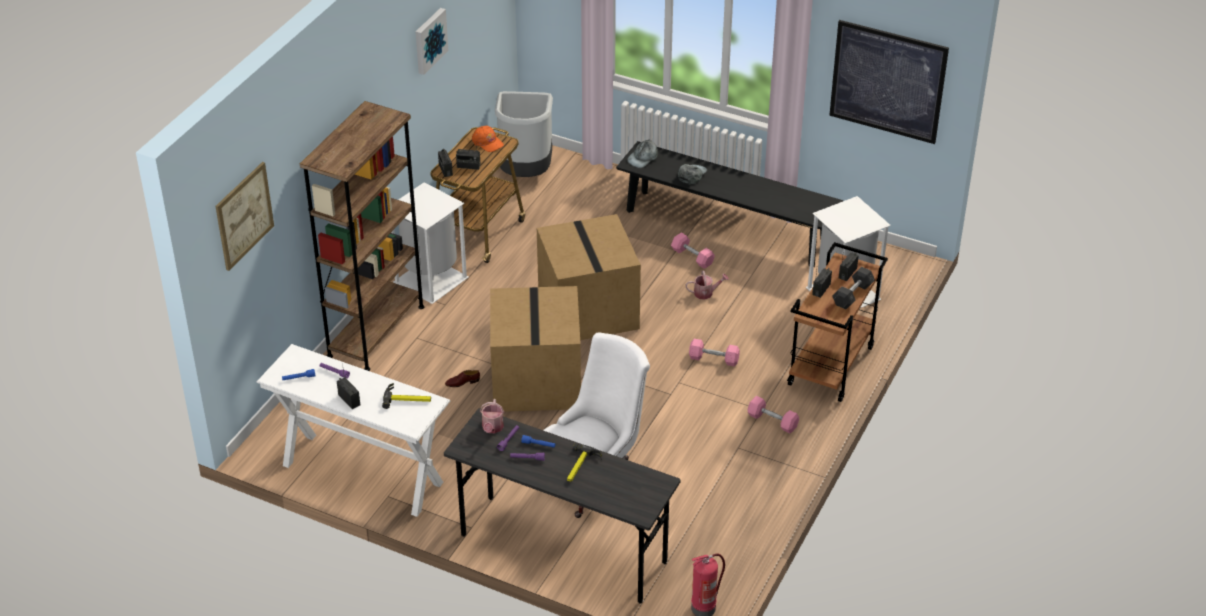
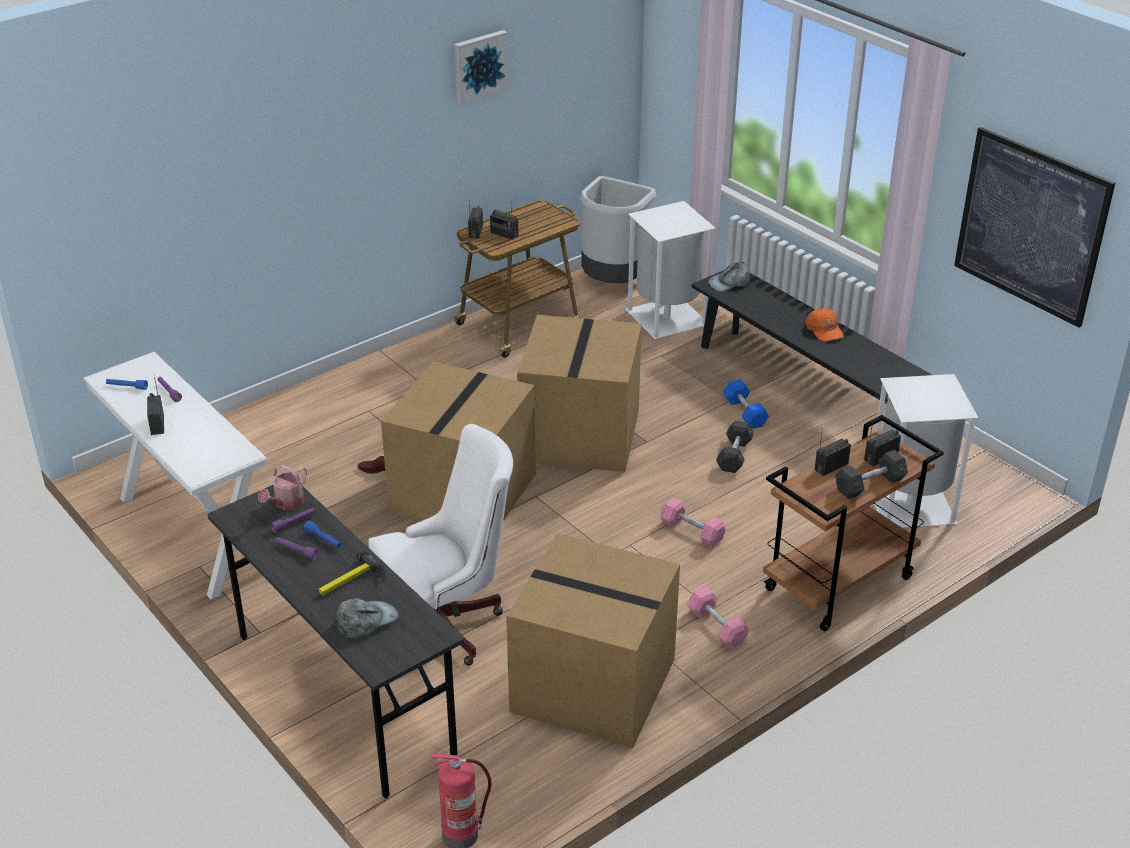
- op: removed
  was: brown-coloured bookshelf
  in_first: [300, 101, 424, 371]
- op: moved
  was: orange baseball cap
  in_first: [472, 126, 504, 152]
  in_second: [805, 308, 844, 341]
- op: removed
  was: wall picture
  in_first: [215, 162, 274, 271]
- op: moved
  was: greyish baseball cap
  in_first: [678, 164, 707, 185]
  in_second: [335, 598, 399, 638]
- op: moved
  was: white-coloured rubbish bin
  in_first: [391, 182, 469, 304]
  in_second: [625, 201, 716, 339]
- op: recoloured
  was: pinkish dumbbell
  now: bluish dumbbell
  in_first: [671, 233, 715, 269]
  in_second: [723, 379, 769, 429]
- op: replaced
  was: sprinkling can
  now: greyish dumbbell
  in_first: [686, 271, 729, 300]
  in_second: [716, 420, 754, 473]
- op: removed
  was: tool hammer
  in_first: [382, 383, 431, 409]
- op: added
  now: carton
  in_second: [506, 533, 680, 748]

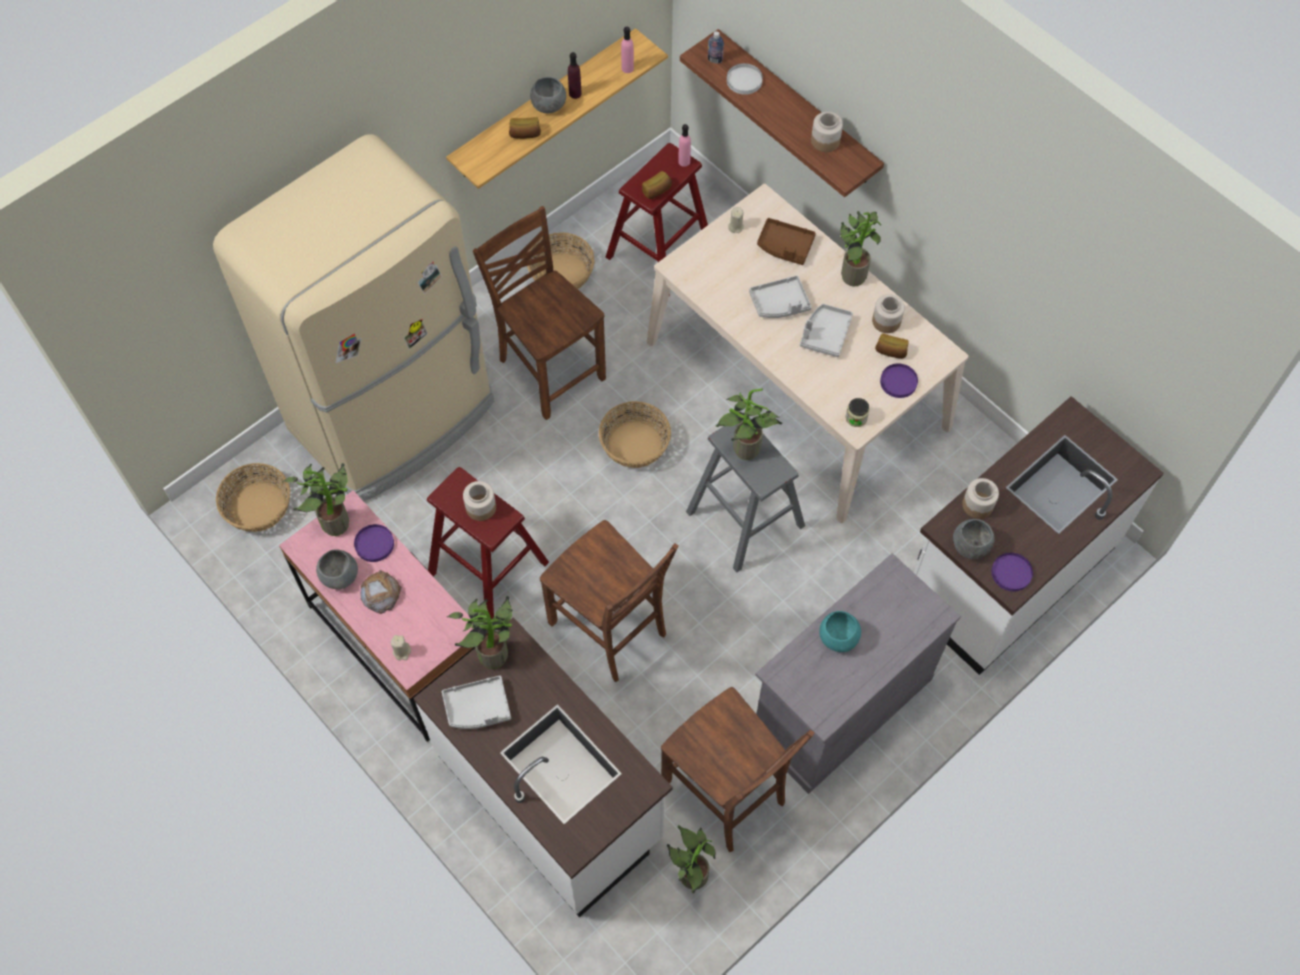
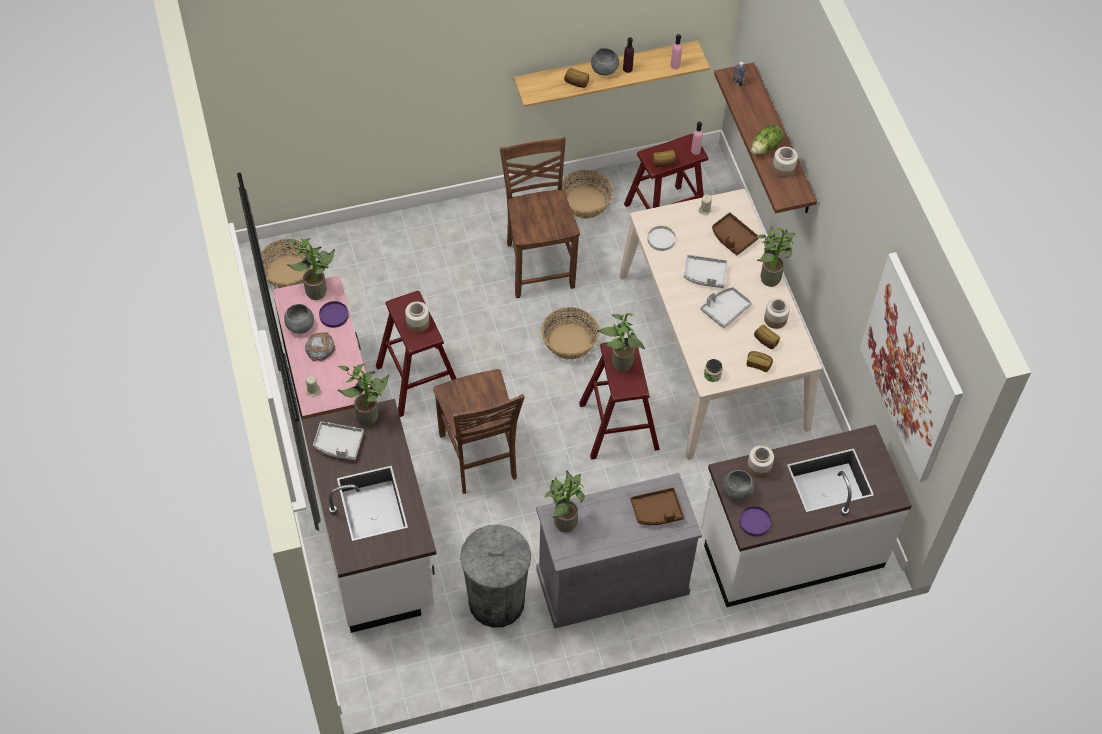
- op: moved
  was: white-coloured flat dish
  in_first: [727, 63, 763, 95]
  in_second: [647, 226, 676, 251]
- op: removed
  was: sand-coloured refrigerator
  in_first: [213, 134, 494, 501]
- op: replaced
  was: purple-coloured flat dish
  now: bread
  in_first: [880, 364, 918, 398]
  in_second: [747, 351, 773, 372]
- op: recoloured
  was: greyish stool seat
  now: red-coloured stool seat
  in_first: [686, 418, 805, 573]
  in_second: [579, 342, 660, 460]
- op: removed
  was: blue-green deep dish
  in_first: [820, 611, 861, 652]
- op: replaced
  was: brown-coloured plain chair
  now: greyish rubbish bin
  in_first: [661, 687, 815, 852]
  in_second: [460, 524, 531, 628]
- op: moved
  was: houseplant
  in_first: [666, 825, 716, 893]
  in_second: [545, 470, 585, 533]
- op: added
  now: head of lettuce
  in_second: [751, 124, 784, 155]
- op: added
  now: wall picture
  in_second: [860, 252, 963, 482]
- op: added
  now: brown-coloured carrying tray
  in_second: [630, 488, 684, 525]

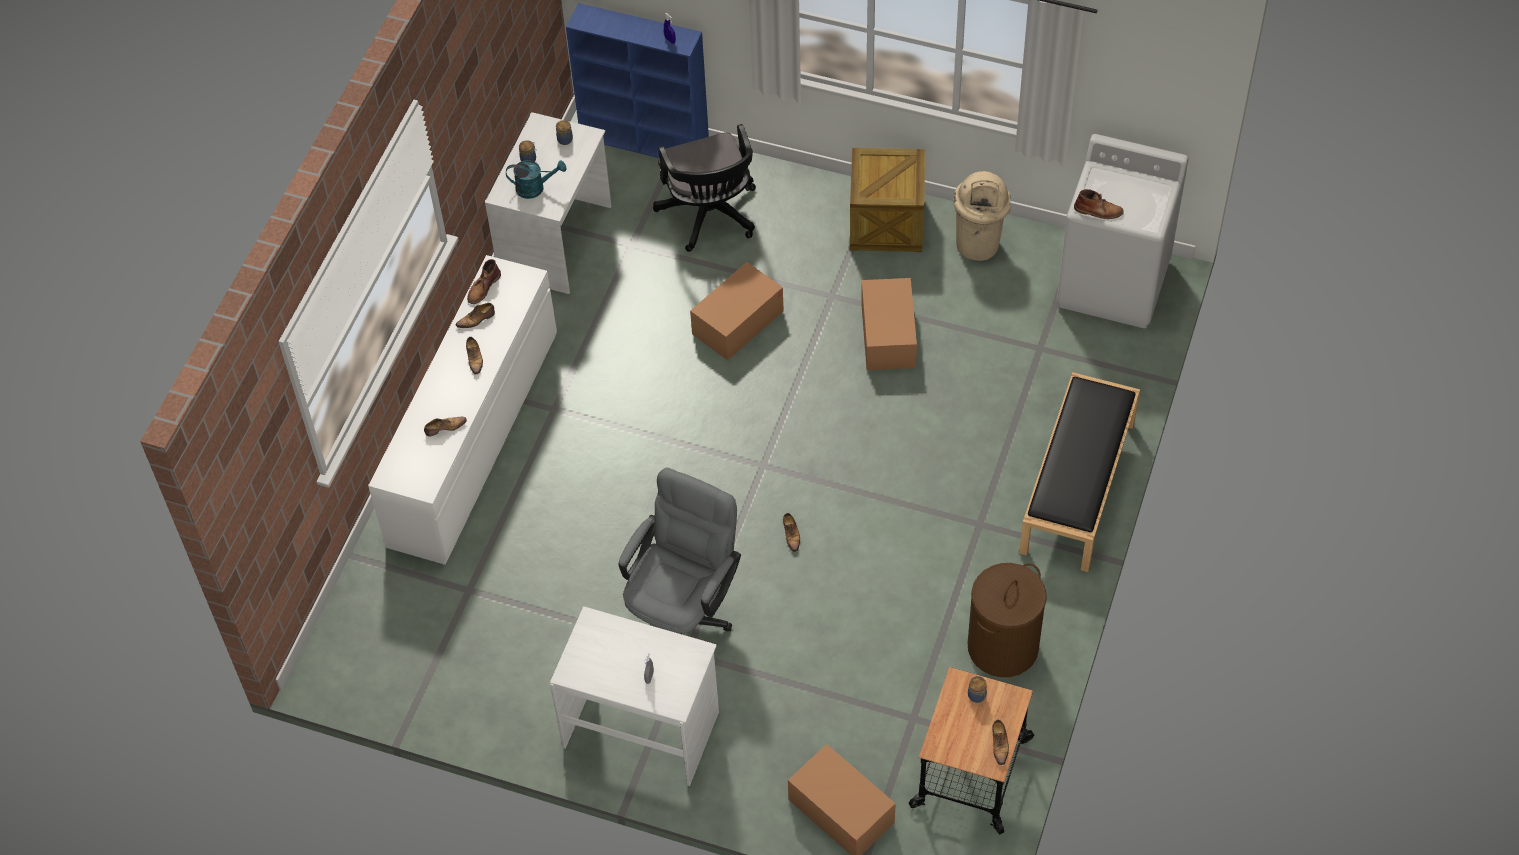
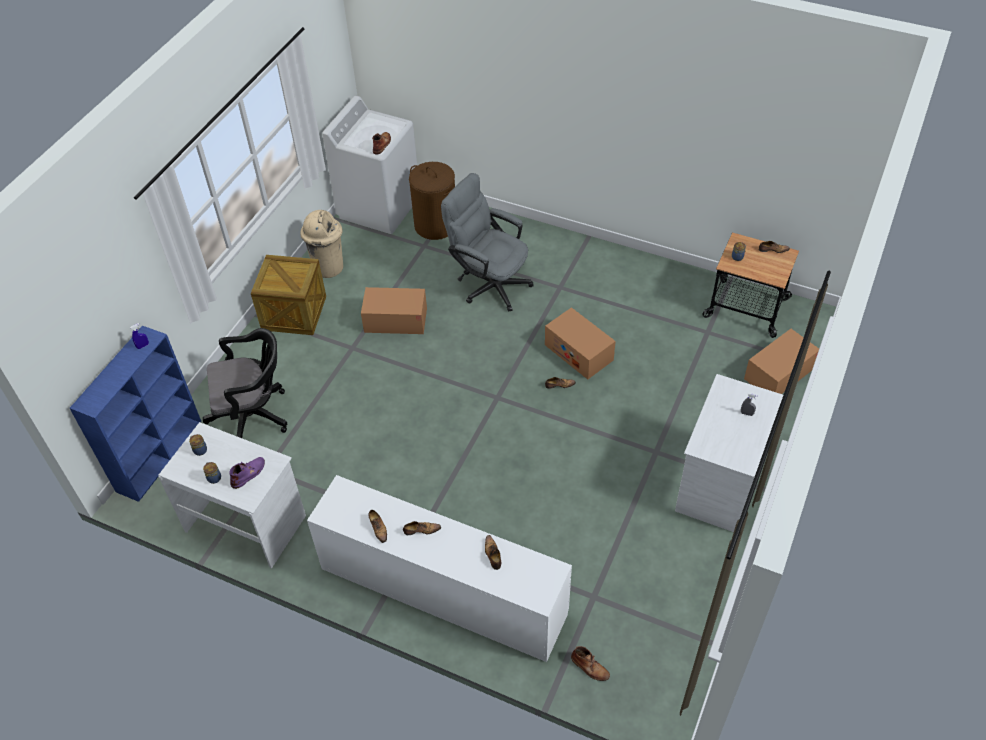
- op: replaced
  was: blue-green sprinkling can
  now: purple-coloured boot
  in_first: [506, 160, 566, 199]
  in_second: [229, 457, 265, 489]
- op: moved
  was: brown-coloured boot
  in_first: [467, 259, 501, 304]
  in_second: [571, 646, 610, 681]
- op: moved
  was: carton
  in_first: [690, 262, 784, 361]
  in_second: [545, 307, 616, 379]
- op: removed
  was: black long seat
  in_first: [1019, 372, 1140, 572]
- op: moved
  was: greyish office chair
  in_first: [618, 468, 741, 634]
  in_second: [441, 173, 534, 311]
- op: moved
  was: brown-coloured laundry basket
  in_first: [968, 563, 1047, 677]
  in_second: [409, 162, 455, 240]

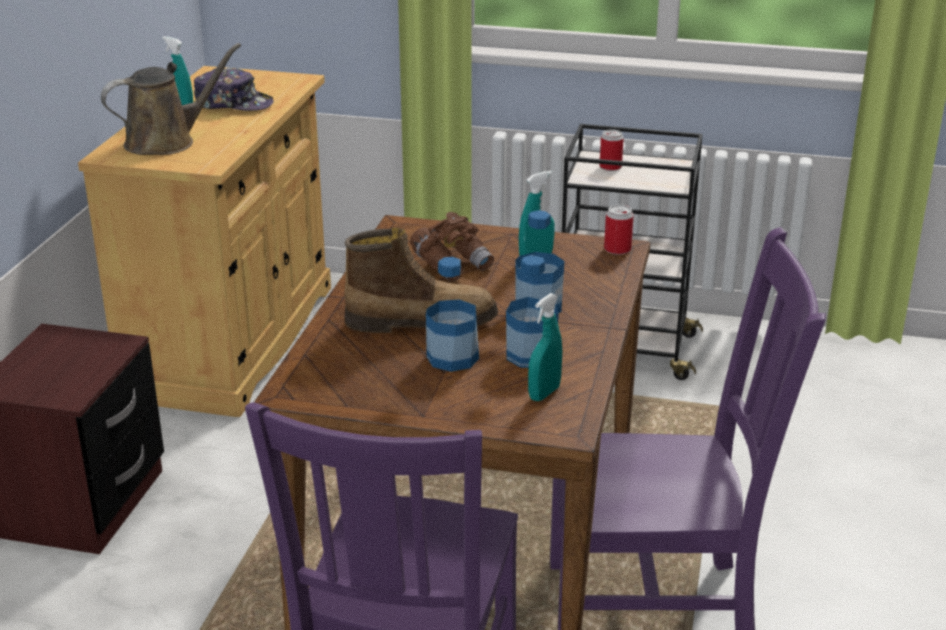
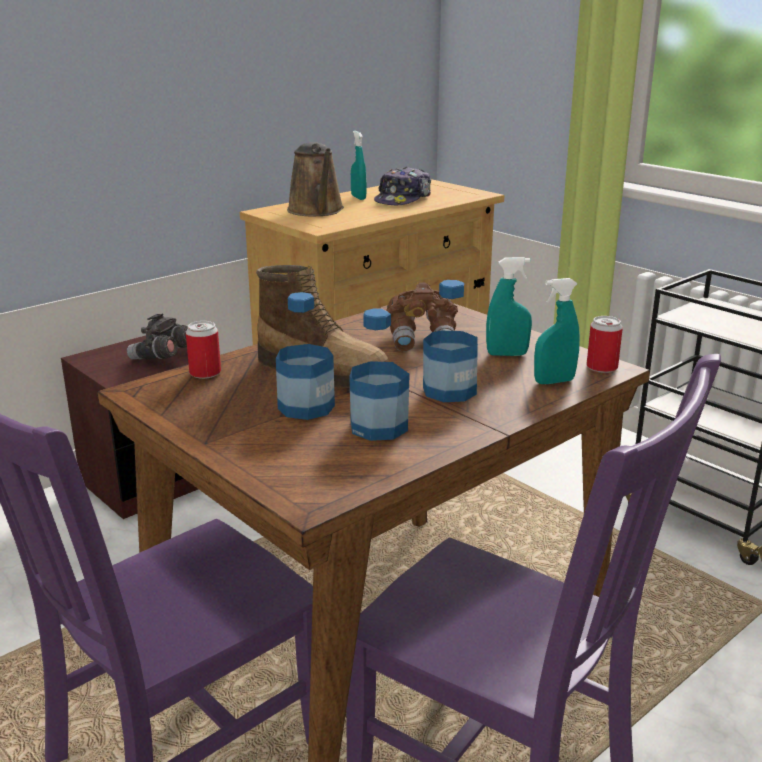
- op: turned
  was: brown-coloured sprinkling can
  in_first: [101, 43, 241, 155]
  in_second: [287, 142, 344, 216]
  clockwise: 75
- op: turned
  was: baseball cap
  in_first: [194, 68, 274, 111]
  in_second: [374, 167, 431, 205]
  clockwise: 75
- op: moved
  was: metal can
  in_first: [599, 129, 624, 171]
  in_second: [186, 321, 221, 379]
- op: moved
  was: blue-green sprayer
  in_first: [528, 293, 562, 401]
  in_second: [534, 278, 580, 384]
- op: added
  now: greyish binoculars
  in_second: [127, 314, 187, 360]

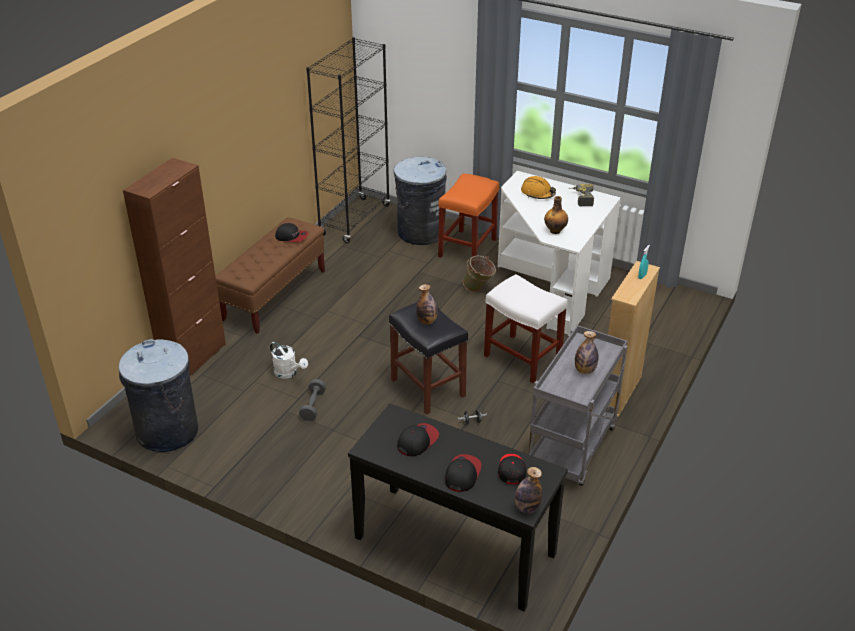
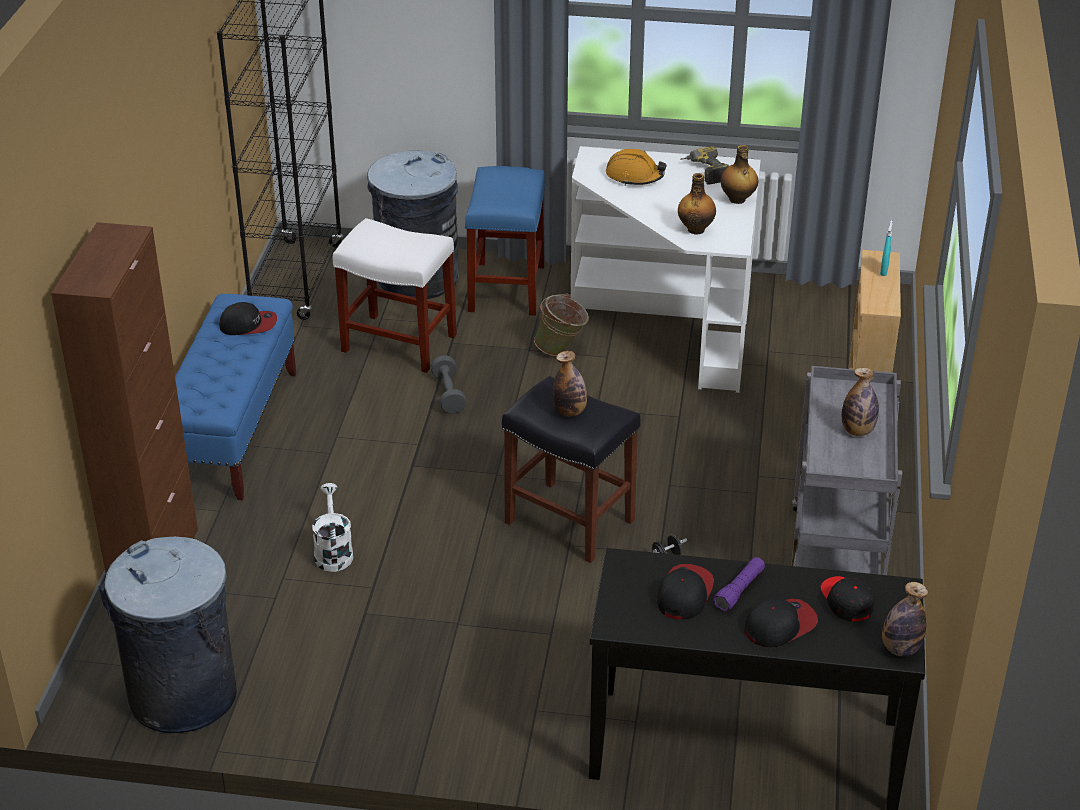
- op: recoloured
  was: orange stool seat
  now: bluish stool seat
  in_first: [438, 173, 499, 258]
  in_second: [465, 166, 545, 316]
- op: recoloured
  was: brown-coloured long seat
  now: bluish long seat
  in_first: [215, 217, 325, 334]
  in_second: [175, 294, 296, 500]
- op: moved
  was: white-coloured stool seat
  in_first: [484, 274, 568, 383]
  in_second: [333, 218, 457, 373]
- op: turned
  was: white-coloured sprinkling can
  in_first: [270, 341, 308, 379]
  in_second: [312, 483, 353, 572]
  clockwise: -120
- op: moved
  was: greyish dumbbell
  in_first: [299, 379, 326, 421]
  in_second: [431, 355, 467, 414]
- op: turned
  was: baseball cap
  in_first: [445, 454, 482, 492]
  in_second: [744, 598, 818, 647]
  clockwise: 60
- op: added
  now: beverage bottle
  in_second: [721, 145, 758, 204]
- op: added
  now: purple-coloured flashlight
  in_second: [713, 557, 765, 612]

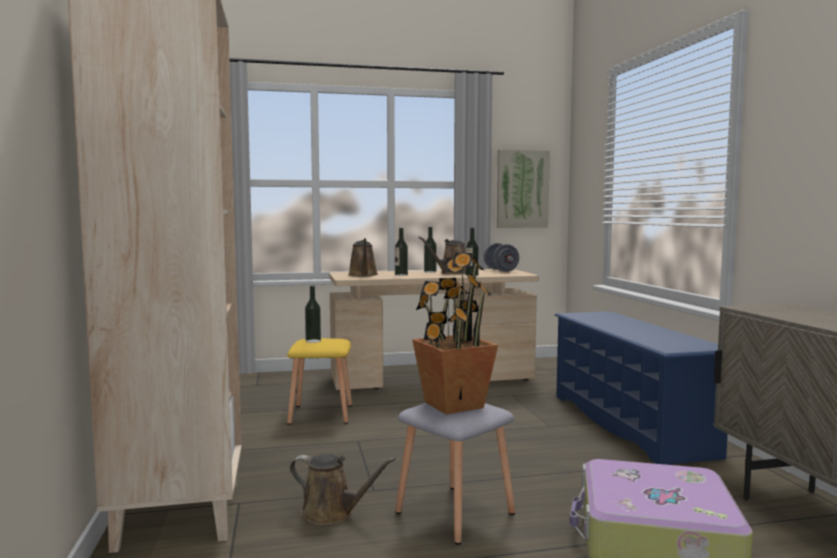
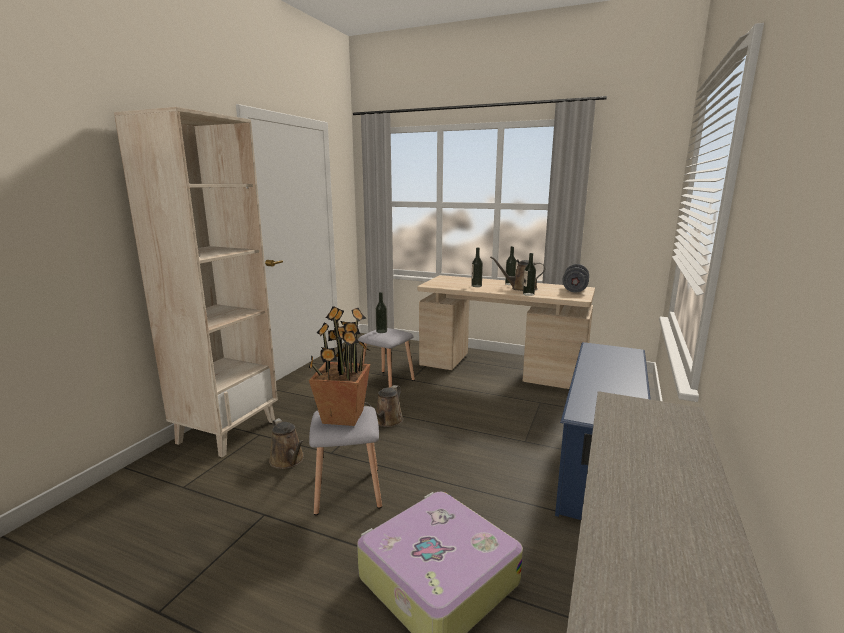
- op: removed
  was: wall picture
  in_first: [497, 149, 550, 228]
- op: moved
  was: brown-coloured sprinkling can
  in_first: [348, 238, 378, 277]
  in_second: [364, 385, 404, 427]
- op: recoloured
  was: yellowish stool seat
  now: greyish stool seat
  in_first: [287, 338, 352, 425]
  in_second: [358, 328, 415, 387]

